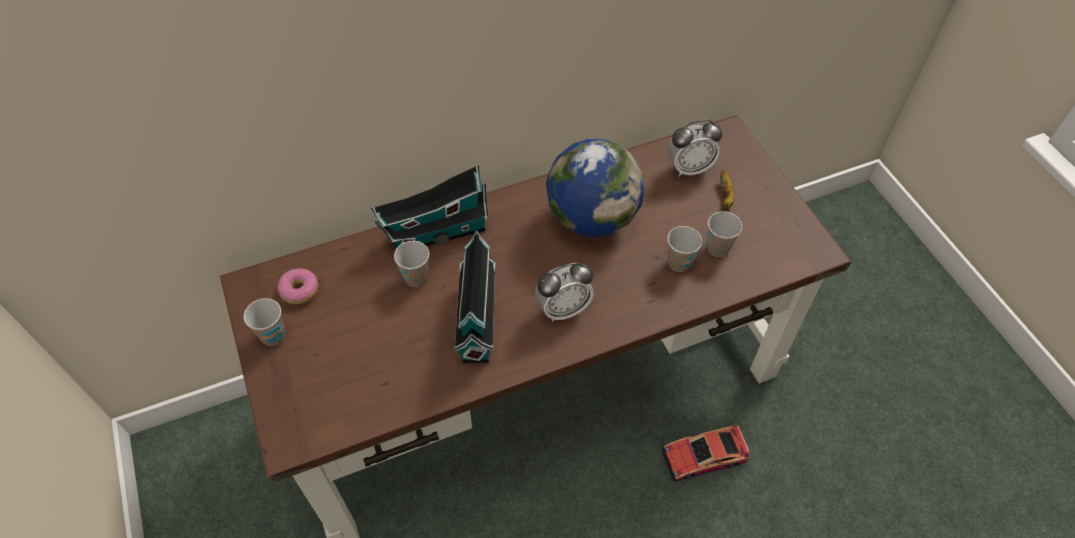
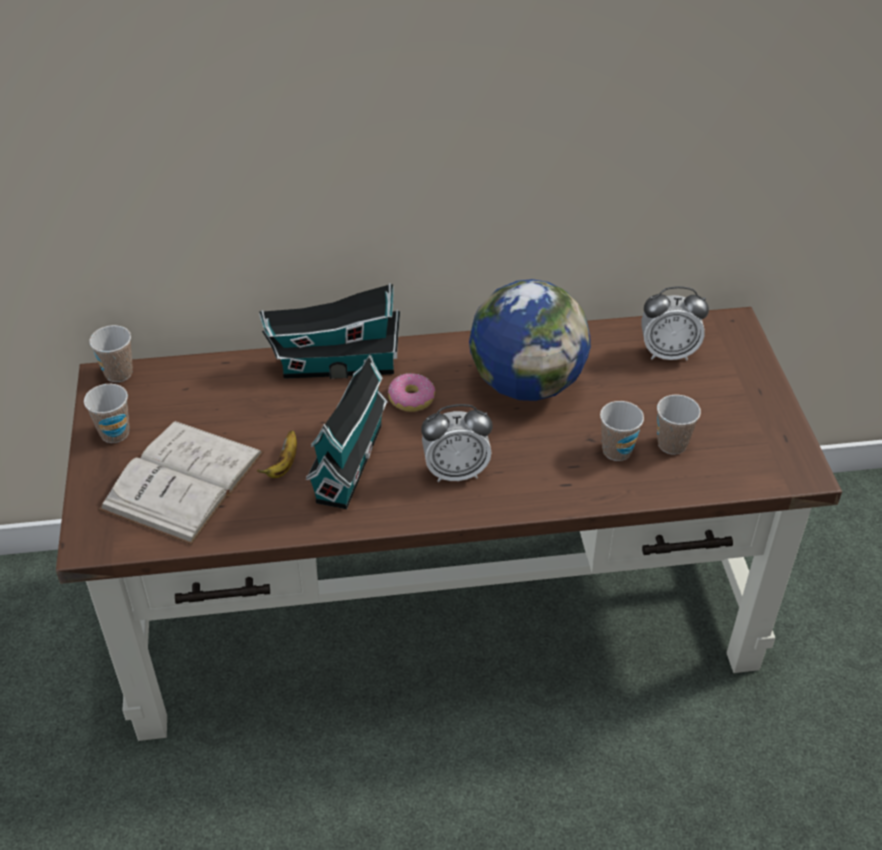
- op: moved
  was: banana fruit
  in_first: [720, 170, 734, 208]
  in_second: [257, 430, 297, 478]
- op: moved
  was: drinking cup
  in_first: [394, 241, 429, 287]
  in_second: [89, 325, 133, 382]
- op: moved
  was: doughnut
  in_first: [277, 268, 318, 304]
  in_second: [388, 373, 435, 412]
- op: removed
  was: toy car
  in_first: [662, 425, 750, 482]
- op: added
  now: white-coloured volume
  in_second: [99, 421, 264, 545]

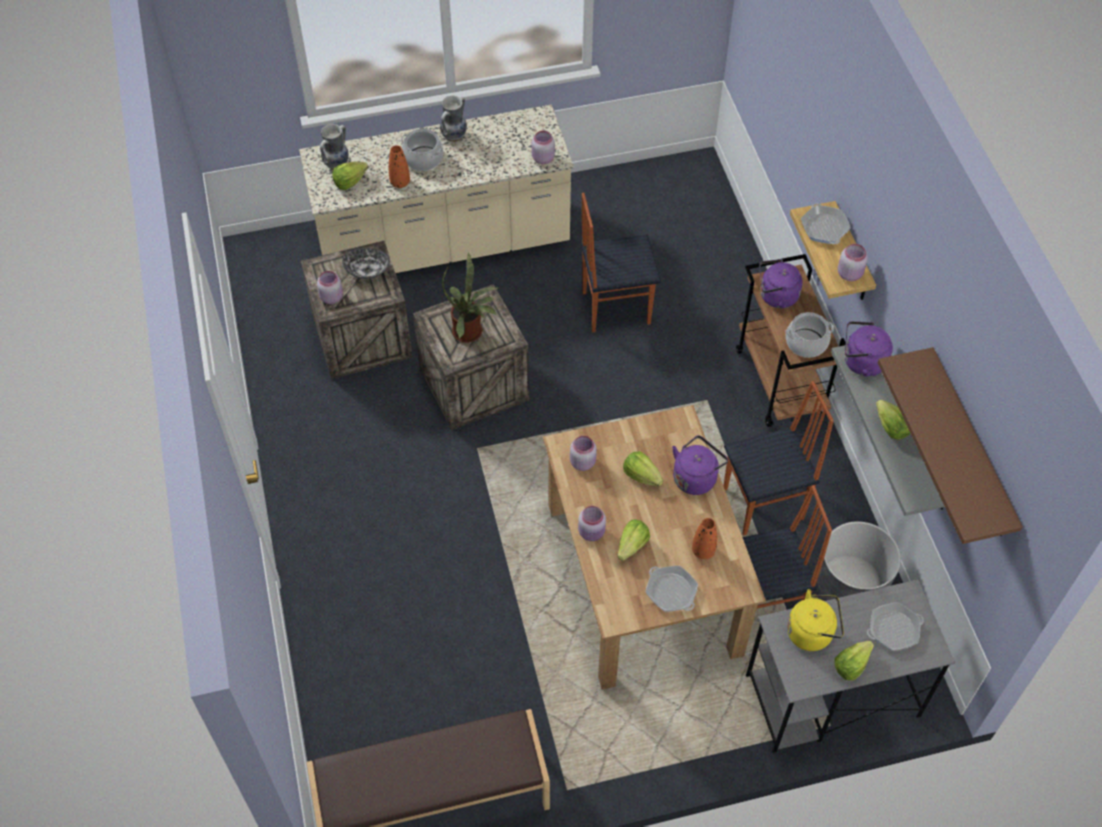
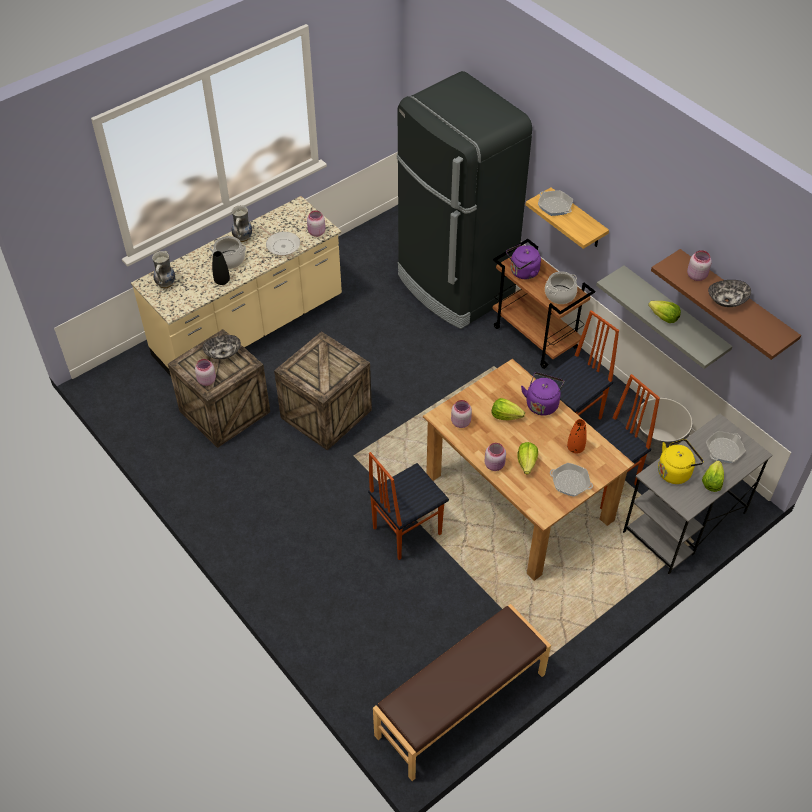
- op: recoloured
  was: orange vase
  now: black vase
  in_first: [389, 145, 410, 188]
  in_second: [212, 251, 230, 285]
- op: removed
  was: head of lettuce
  in_first: [332, 161, 368, 190]
- op: moved
  was: plain chair
  in_first: [581, 193, 661, 333]
  in_second: [368, 452, 449, 560]
- op: moved
  was: pinkish preserve jar
  in_first: [838, 244, 868, 281]
  in_second: [687, 250, 712, 281]
- op: removed
  was: houseplant
  in_first: [442, 253, 498, 343]
- op: removed
  was: purple-coloured water kettle
  in_first: [845, 321, 893, 377]
- op: added
  now: black refrigerator
  in_second: [397, 71, 532, 329]
- op: added
  now: skillet
  in_second: [260, 226, 300, 256]
- op: added
  now: deep dish
  in_second: [708, 280, 751, 307]

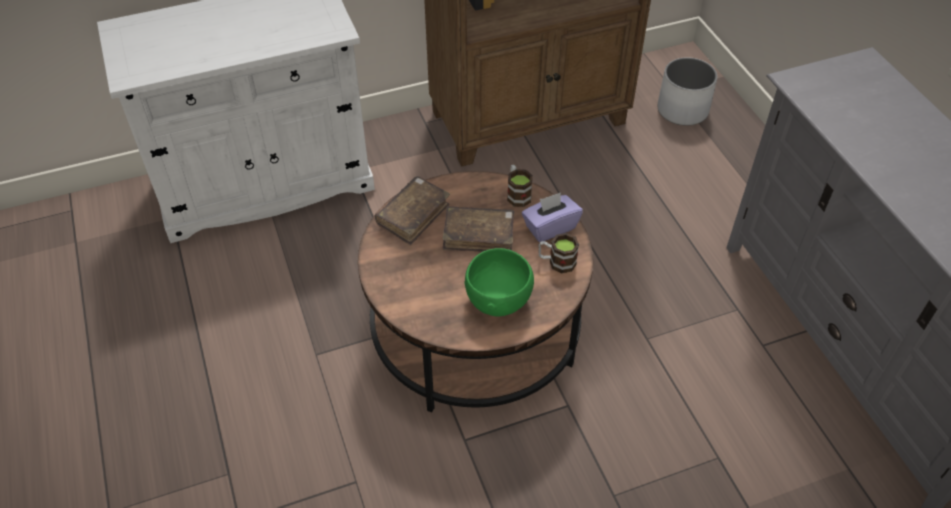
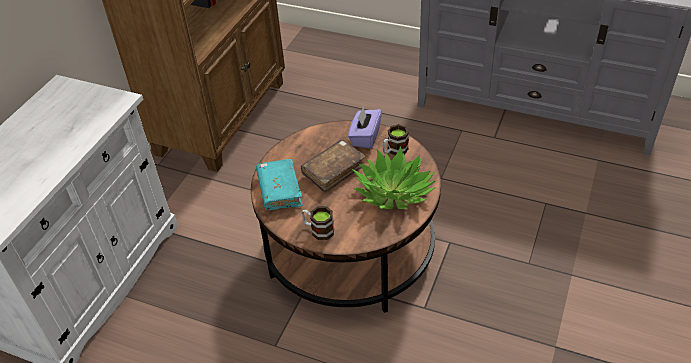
- op: removed
  was: white-coloured plant pot
  in_first: [658, 57, 717, 126]
- op: moved
  was: tea mug
  in_first: [507, 165, 533, 207]
  in_second: [302, 206, 334, 240]
- op: recoloured
  was: brown-coloured volume
  now: blue-green volume
  in_first: [375, 176, 450, 245]
  in_second: [256, 159, 303, 210]
- op: replaced
  was: green-coloured deep dish
  now: houseplant
  in_first: [464, 248, 534, 317]
  in_second: [352, 146, 436, 209]

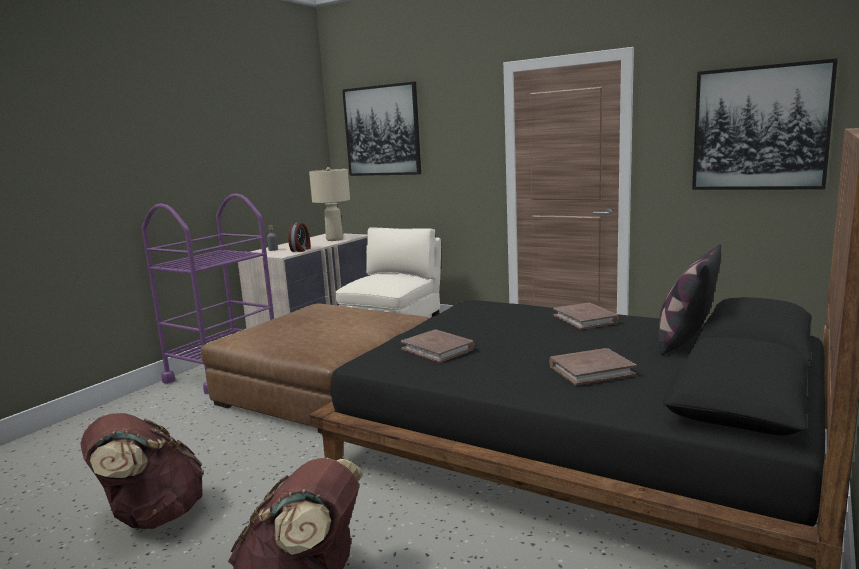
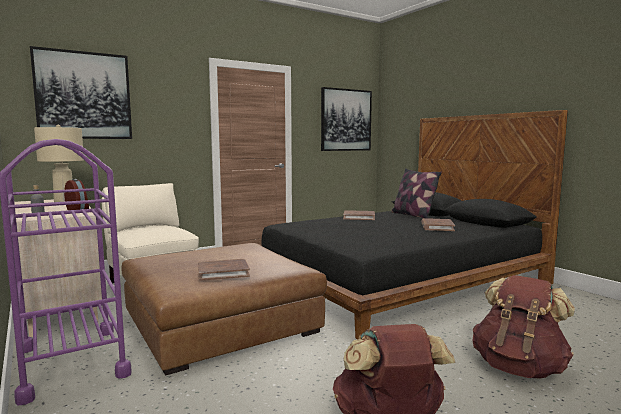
- op: moved
  was: brown-coloured volume
  in_first: [401, 330, 475, 363]
  in_second: [198, 259, 250, 281]

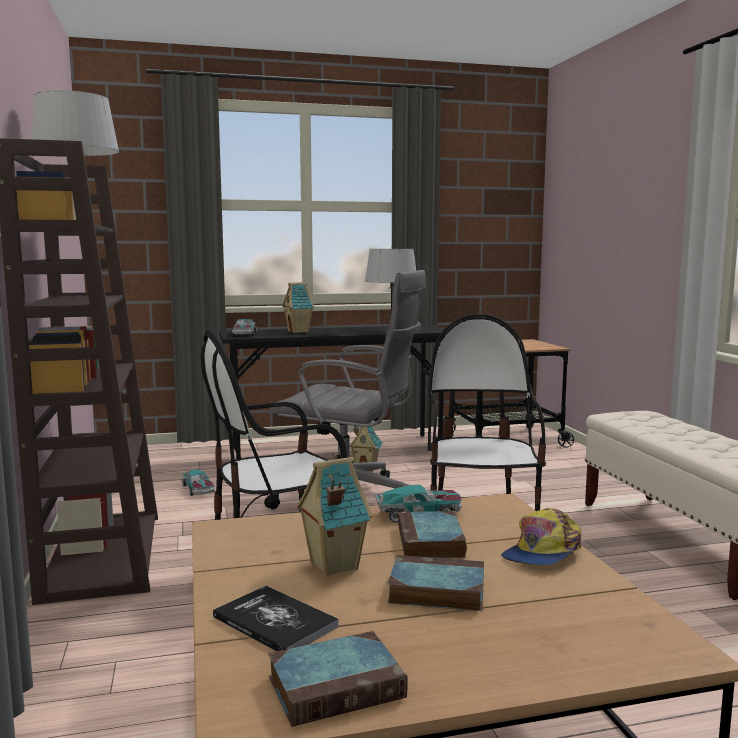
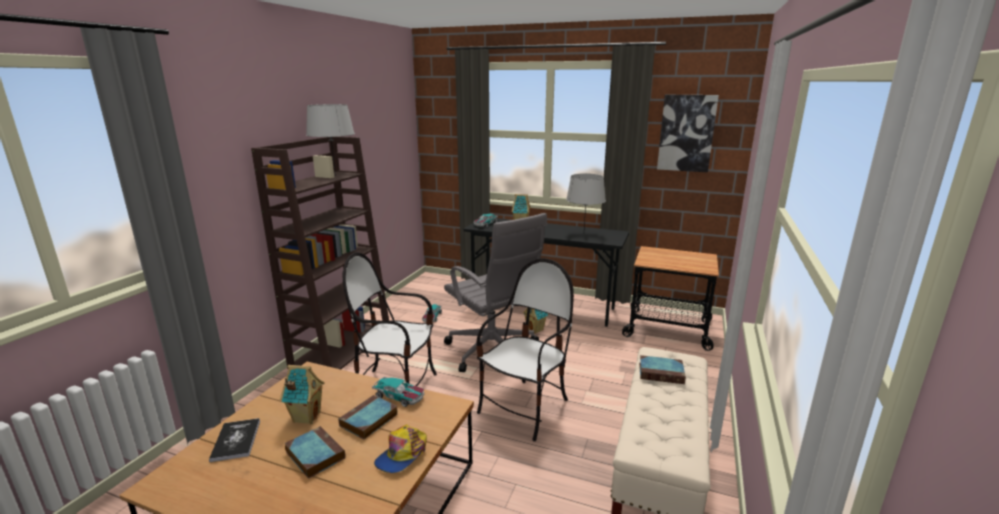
- op: turned
  was: baseball cap
  in_first: [501, 508, 581, 565]
  in_second: [374, 424, 427, 473]
  clockwise: -45
- op: moved
  was: volume
  in_first: [268, 631, 408, 727]
  in_second: [639, 355, 686, 384]
- op: added
  now: wall picture
  in_second: [657, 95, 719, 172]

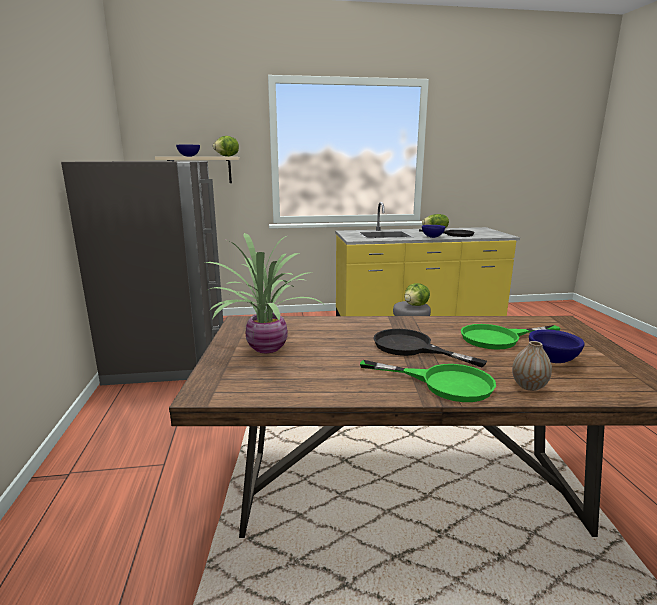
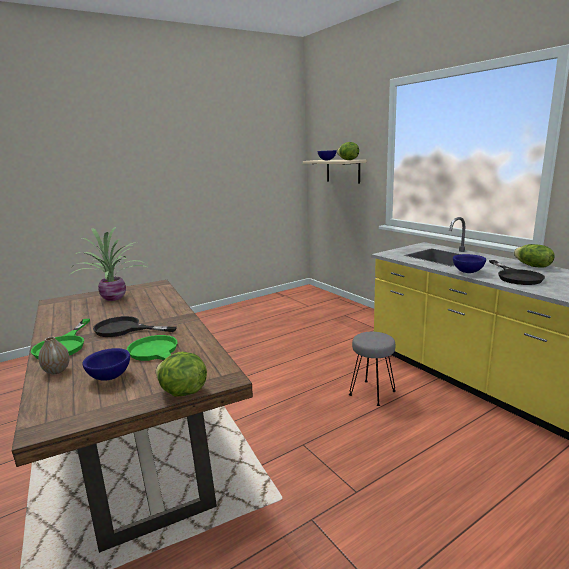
- op: removed
  was: greyish refrigerator
  in_first: [61, 161, 223, 386]
- op: moved
  was: head of lettuce
  in_first: [404, 283, 430, 306]
  in_second: [156, 352, 207, 397]
- op: turned
  was: black skillet
  in_first: [373, 329, 487, 367]
  in_second: [93, 316, 177, 337]
  clockwise: -90

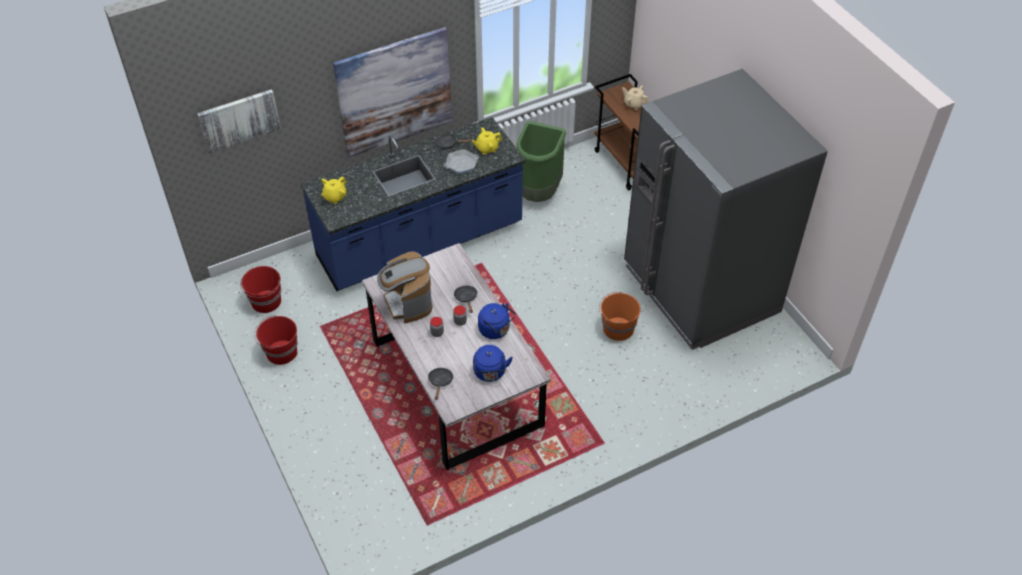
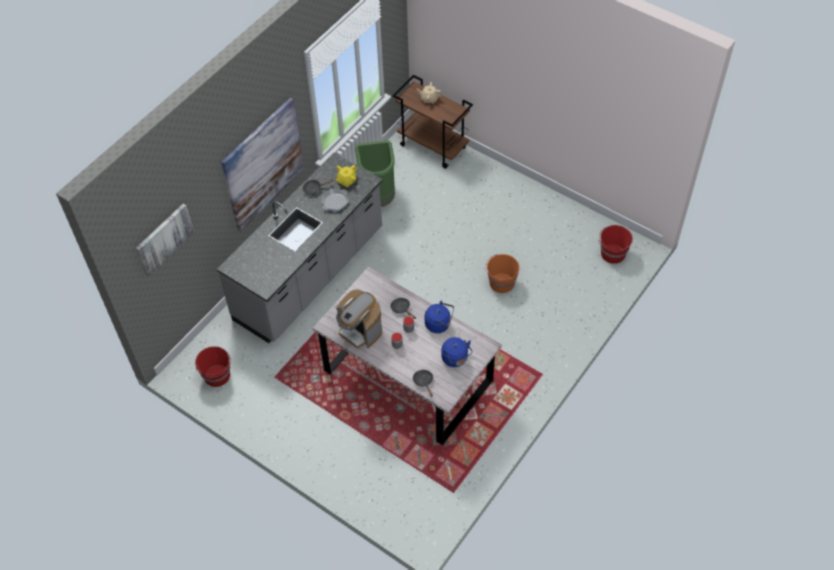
- op: removed
  was: greyish refrigerator
  in_first: [624, 69, 828, 350]
- op: recoloured
  was: bluish kitchen base unit
  now: greyish kitchen base unit
  in_first: [301, 117, 526, 291]
  in_second: [217, 153, 383, 343]
- op: removed
  was: yellowish pot for tea
  in_first: [321, 176, 347, 204]
- op: moved
  was: red-coloured bucket
  in_first: [254, 315, 298, 365]
  in_second: [599, 225, 633, 264]

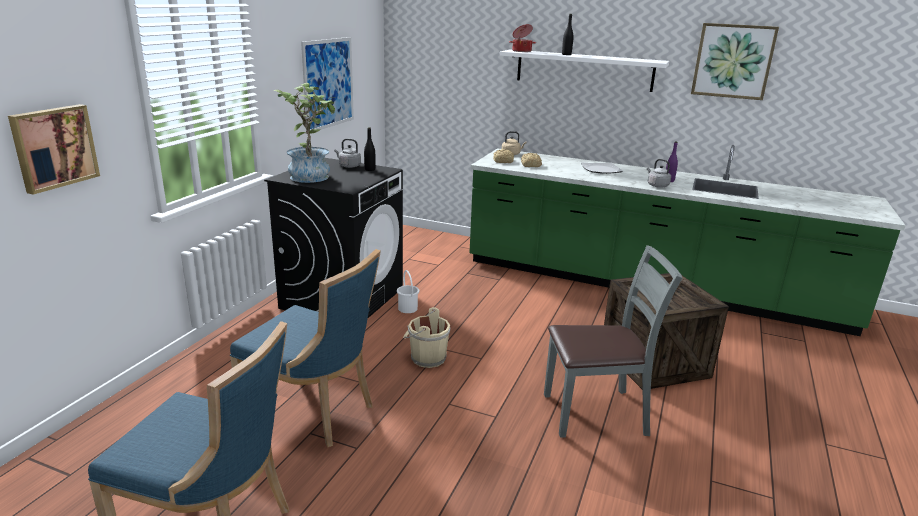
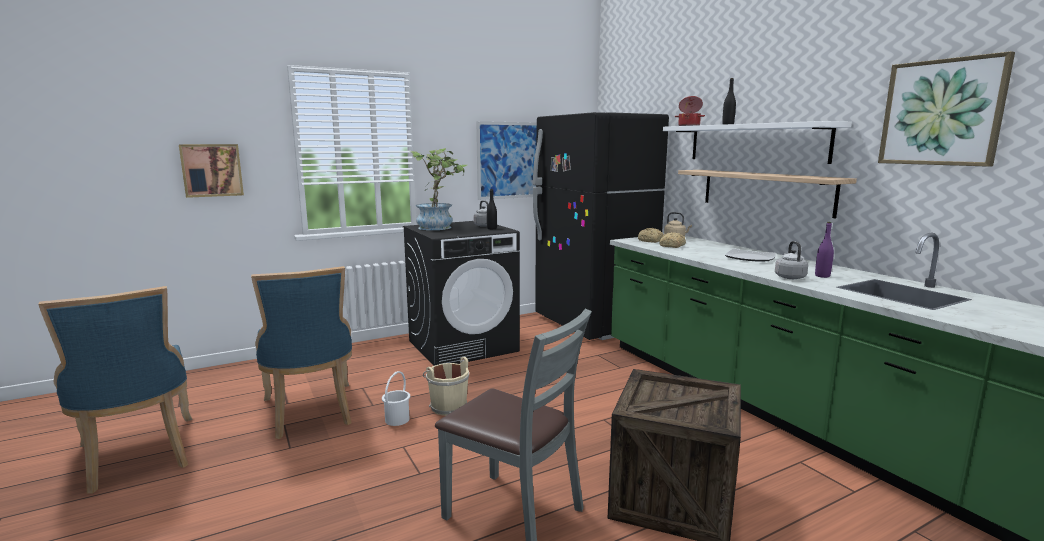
- op: moved
  was: white-coloured bucket
  in_first: [397, 270, 419, 313]
  in_second: [382, 371, 410, 426]
- op: added
  now: black refrigerator
  in_second: [533, 112, 669, 340]
- op: added
  now: wall shelf
  in_second: [678, 170, 857, 218]

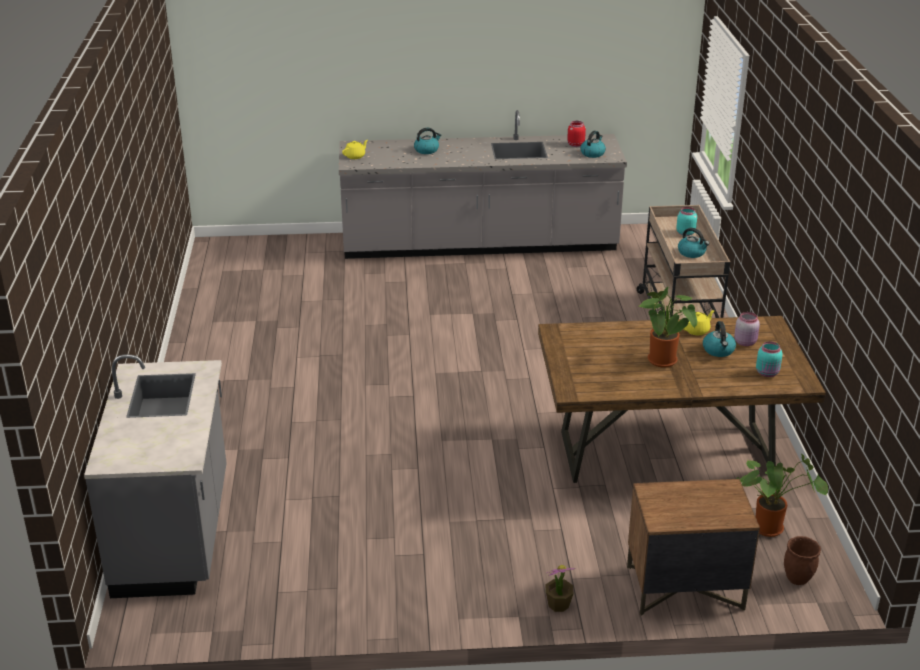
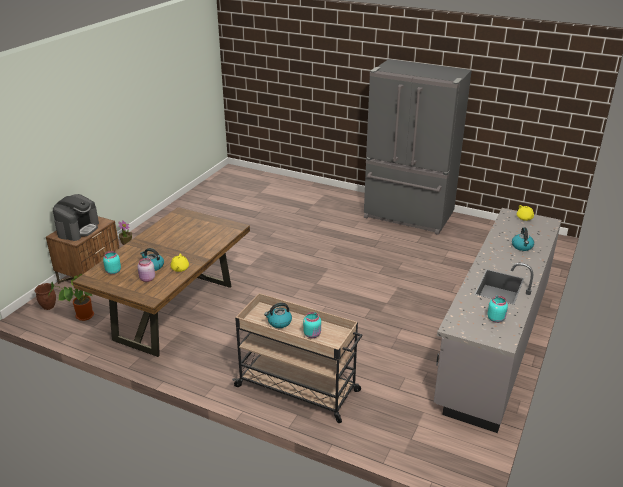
- op: recoloured
  was: red-coloured preserve jar
  now: blue-green preserve jar
  in_first: [567, 121, 586, 147]
  in_second: [488, 296, 508, 323]
- op: removed
  was: water kettle
  in_first: [580, 131, 606, 158]
- op: removed
  was: houseplant
  in_first: [639, 287, 697, 368]
- op: removed
  was: greyish kitchen base unit
  in_first: [84, 354, 226, 598]
- op: added
  now: greyish refrigerator
  in_second: [364, 59, 472, 235]
- op: added
  now: coffee machine
  in_second: [53, 194, 99, 241]

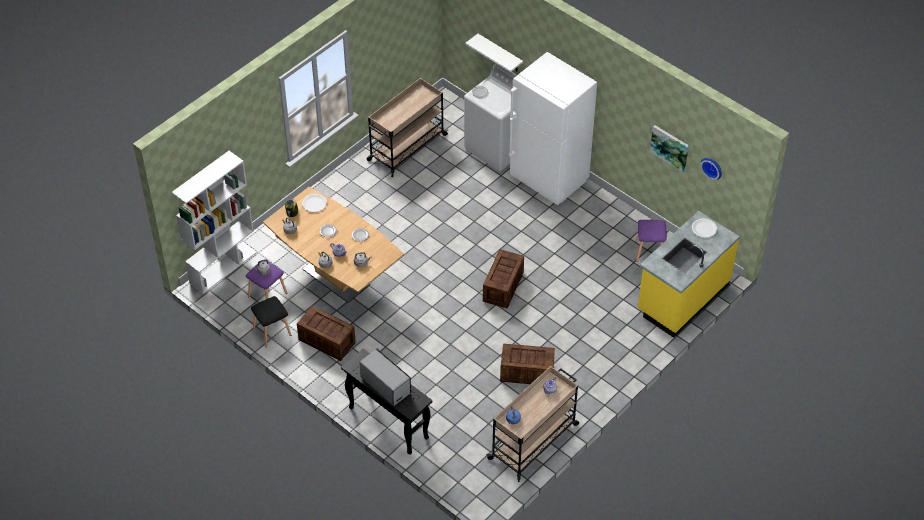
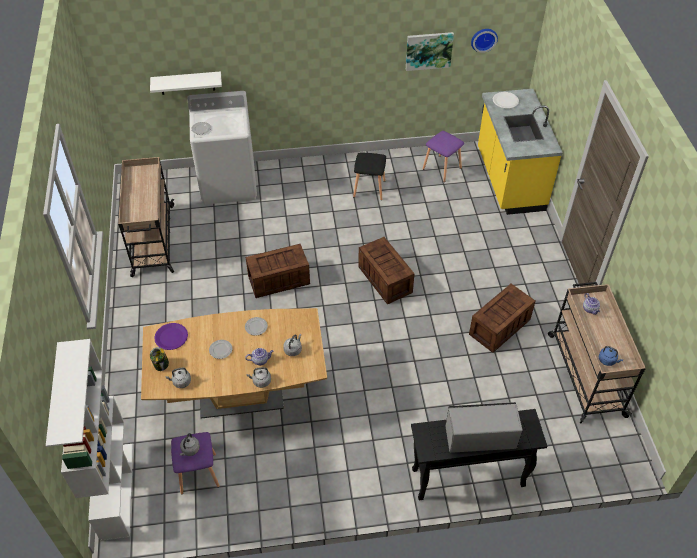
- op: removed
  was: white-coloured refrigerator
  in_first: [509, 52, 597, 205]
- op: recoloured
  was: white-coloured flat dish
  now: purple-coloured flat dish
  in_first: [302, 194, 327, 212]
  in_second: [154, 323, 188, 350]
- op: moved
  was: black stool seat
  in_first: [251, 296, 291, 347]
  in_second: [353, 152, 386, 200]
- op: moved
  was: crate
  in_first: [297, 306, 356, 361]
  in_second: [245, 244, 310, 298]

